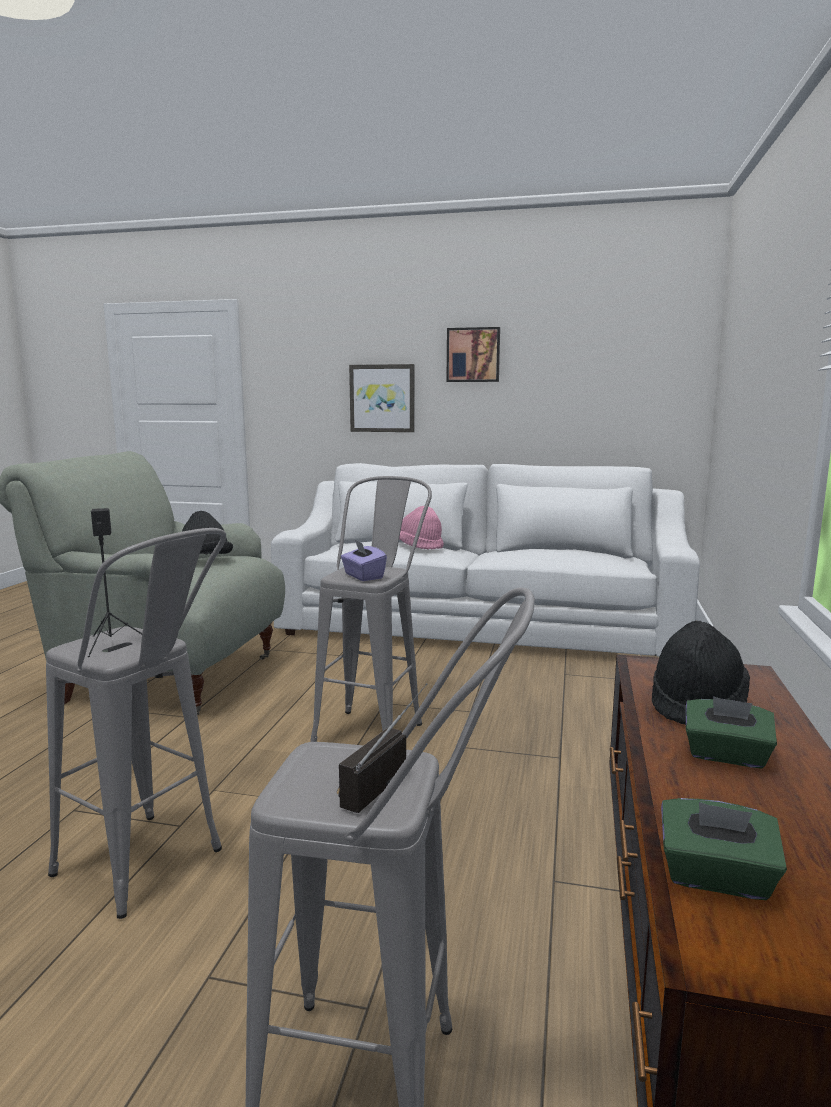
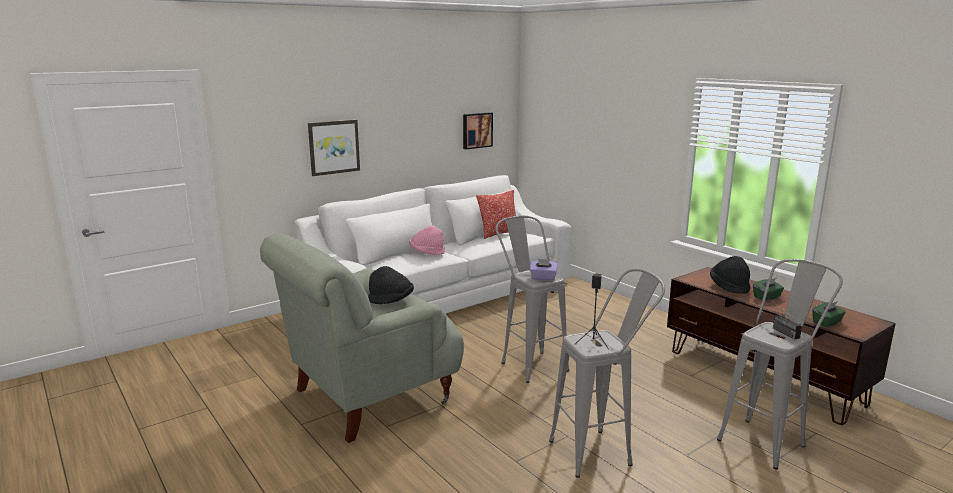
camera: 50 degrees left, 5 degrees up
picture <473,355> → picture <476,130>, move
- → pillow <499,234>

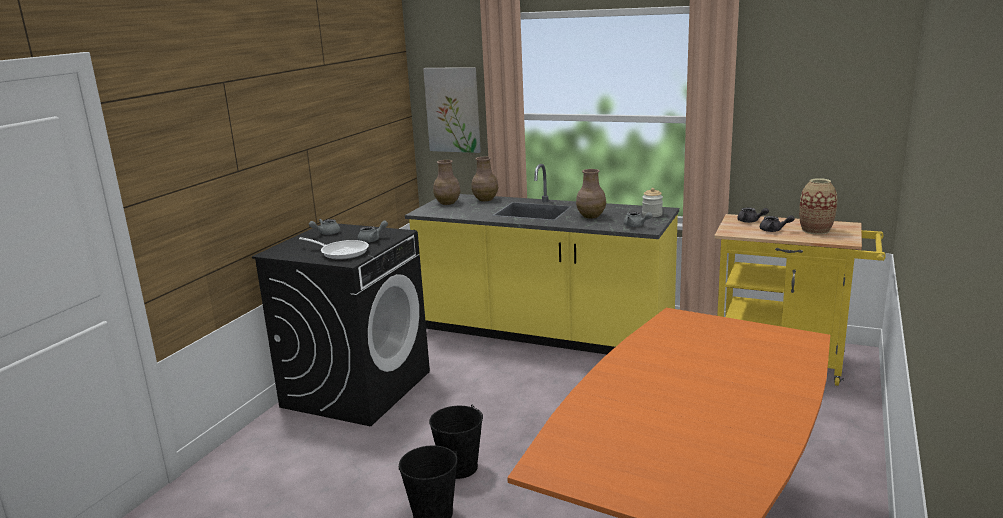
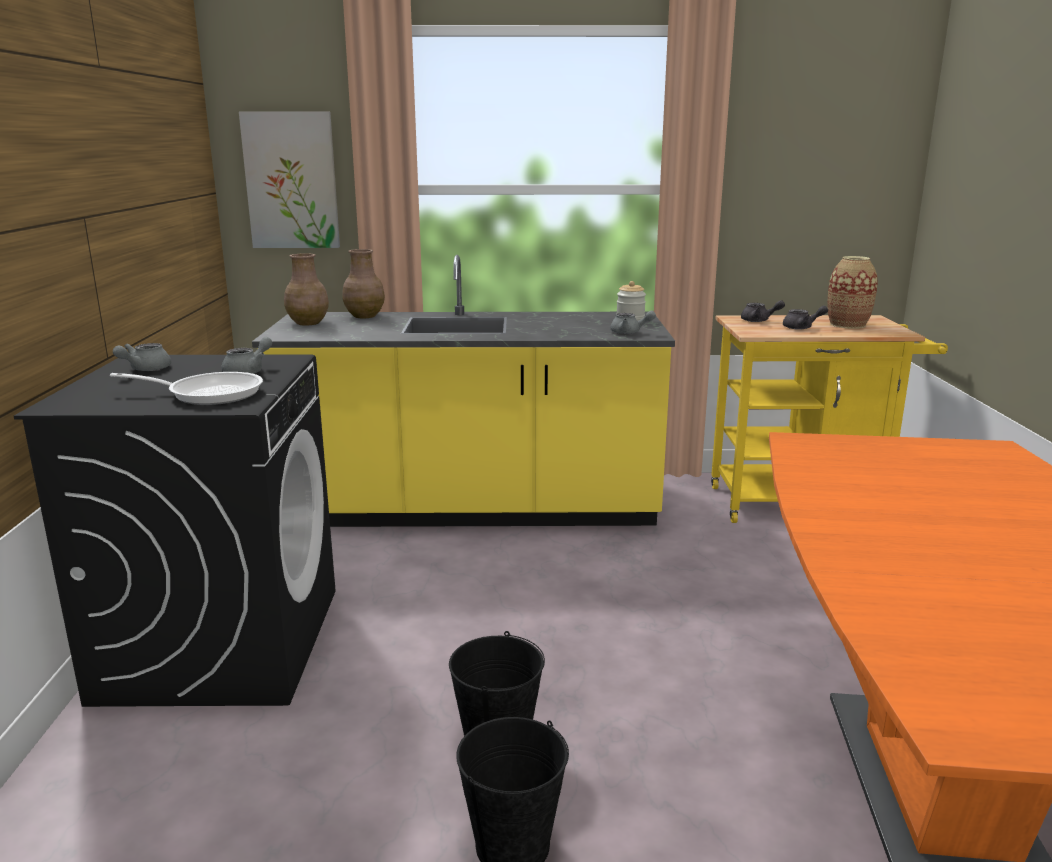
camera: 25 degrees left, 0 degrees up
vase/brown <590,216> → -

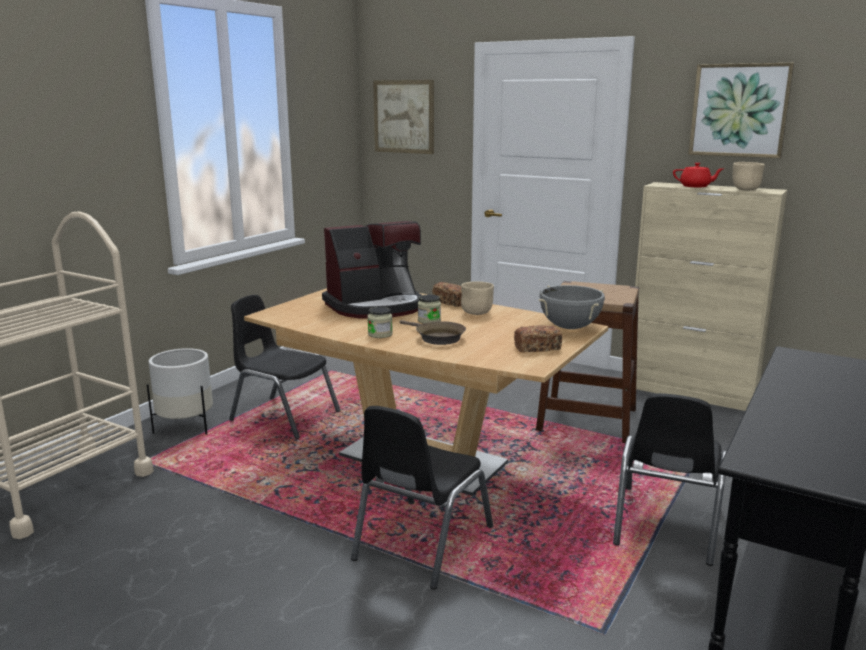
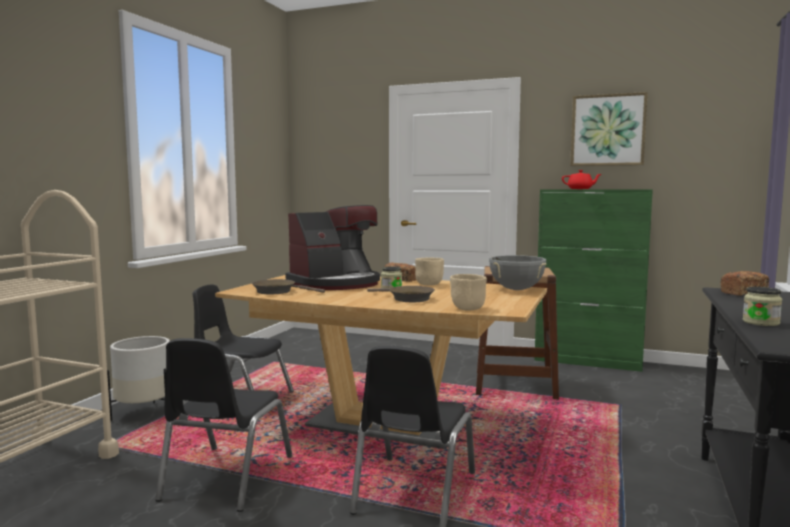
camera: 10 degrees left, 10 degrees down
chair/black <666,525> → chair/black <226,478>, move
- → frying pan/brown <278,291>
bowl/beige <745,189> → bowl/beige <467,309>, move
cabinet/beige <691,393> → cabinet/green <588,361>
bread <537,348> → bread <743,293>, move
jar <380,334> → jar <761,322>, move
picture <404,116> → -

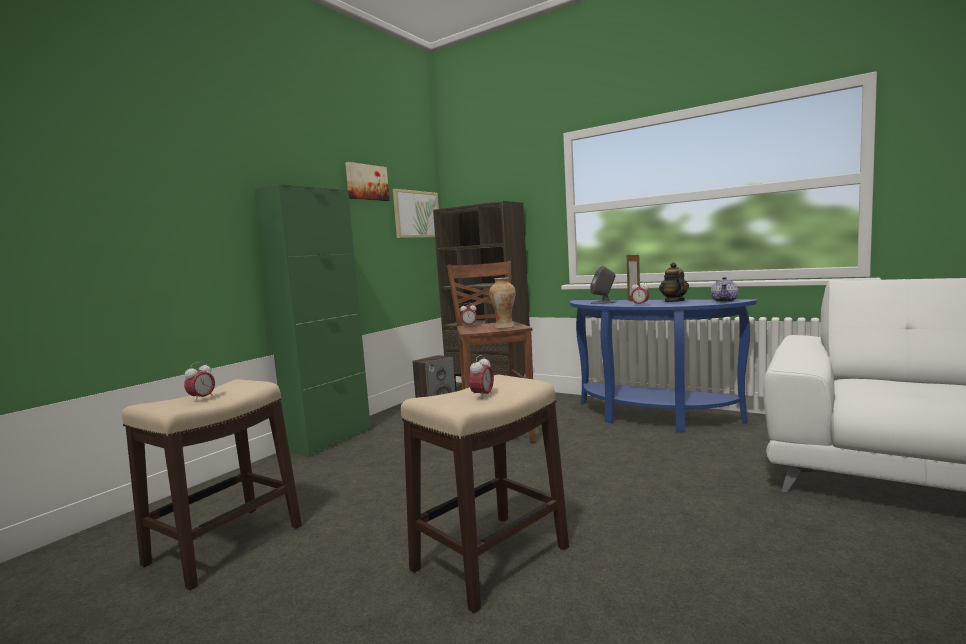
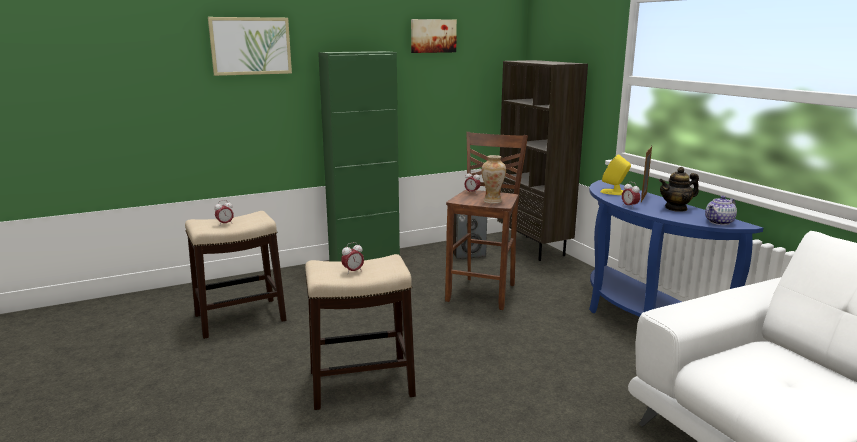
camera: 30 degrees right, 10 degrees up
picture <416,214> → picture <250,46>, move
speaker/grey <603,302> → speaker/yellow <614,192>
teapot <674,301> → teapot <676,208>, 135 degrees counterclockwise

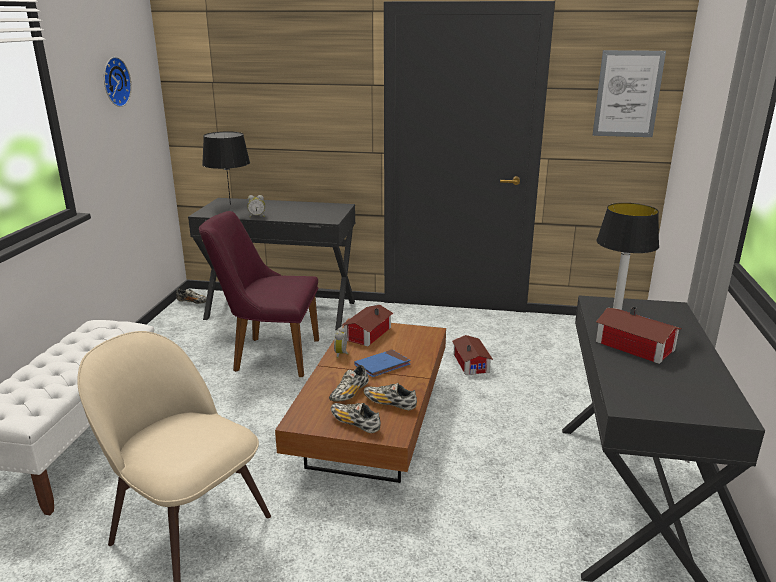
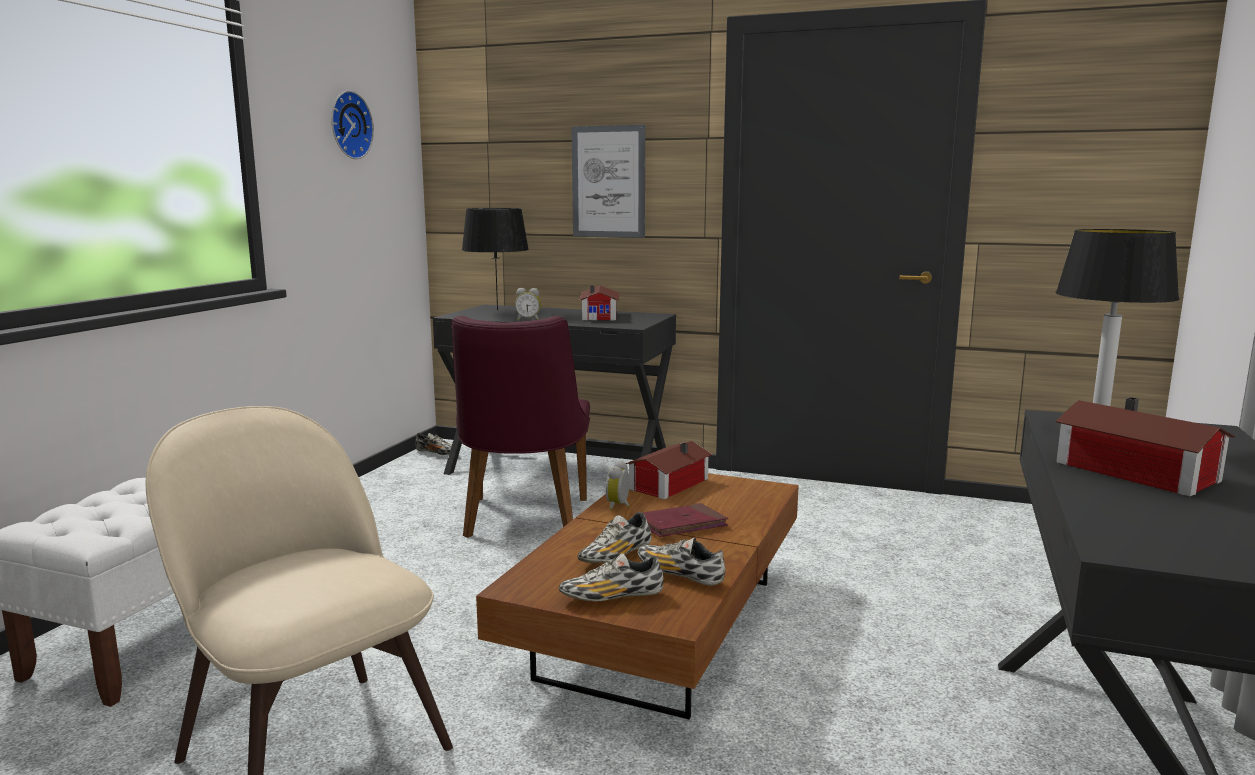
camera: 10 degrees right, 10 degrees down
chair/purple <268,355> → chair/purple <523,522>, 105 degrees counterclockwise
shoe <354,423> → shoe <612,598>, 60 degrees counterclockwise
picture <627,94> → picture <608,182>, move
toy house <471,362> → toy house <601,315>, move
book/blue <382,365> → book/red <681,524>

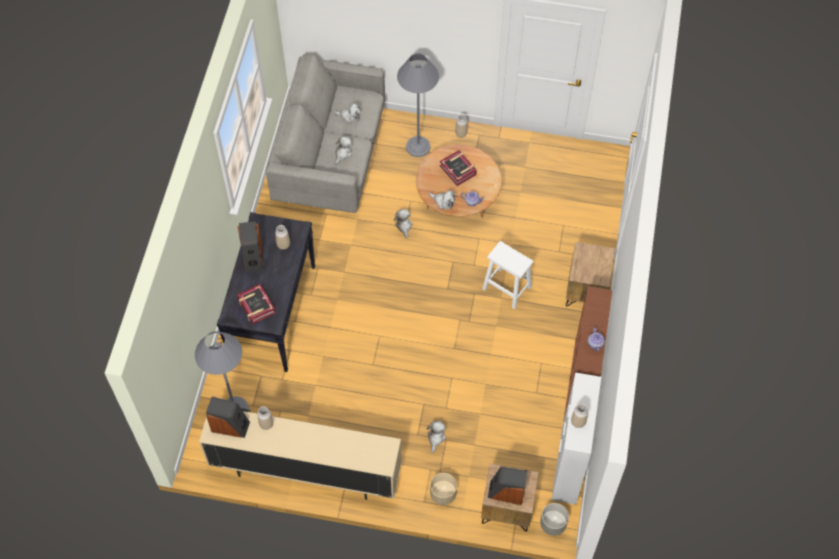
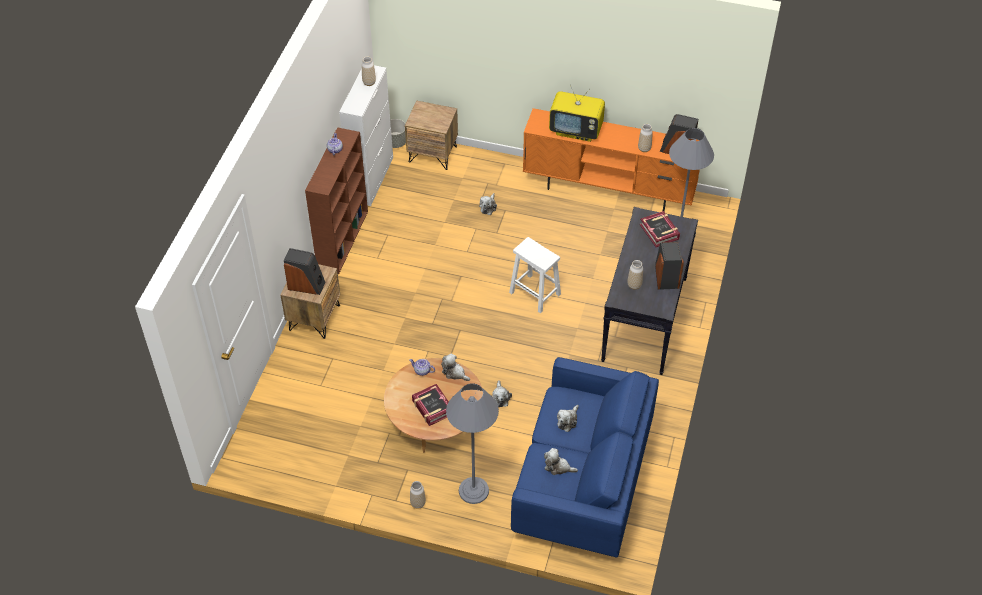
camera: 175 degrees left, 10 degrees down
speaker <506,492> → speaker <306,285>, move
stool/white <506,288> → stool/white <535,294>, move
sofa/grey <331,158> → sofa/blue <582,483>
tv stand/beige <305,471> → tv stand/orange <609,190>
- → television <576,130>
planter/beige <442,494> → -

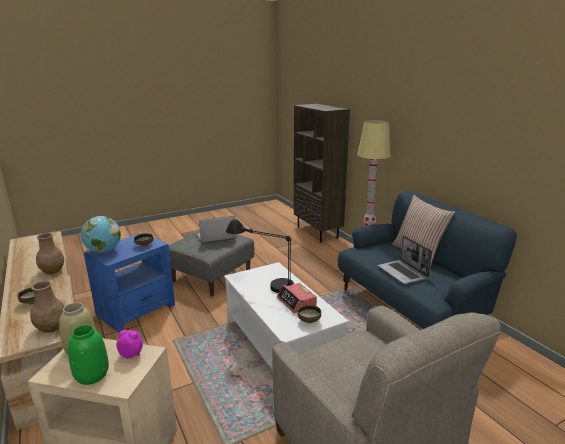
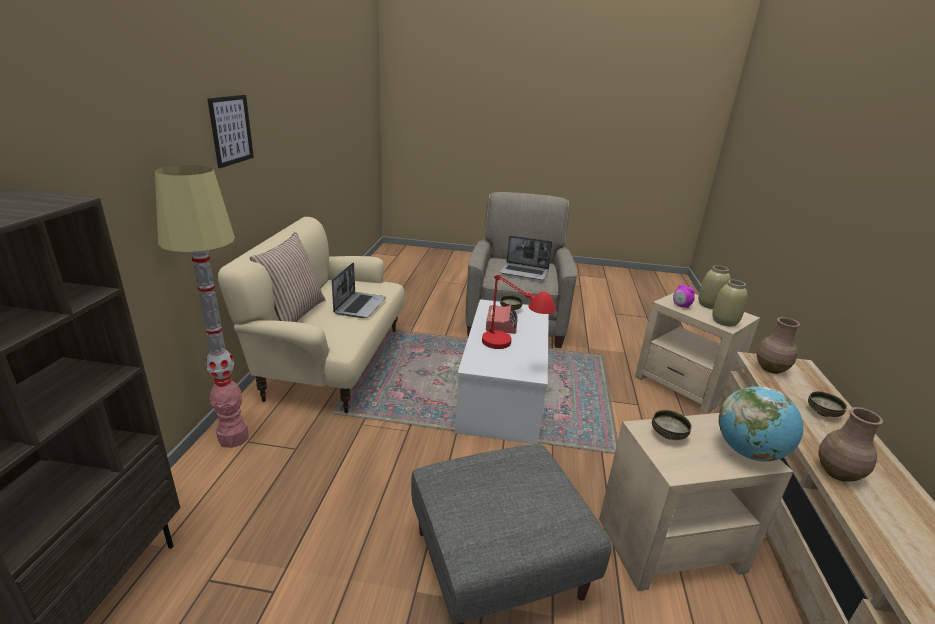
camera: 145 degrees left, 5 degrees up
- → picture <231,130>
sofa/blue <410,309> → sofa/beige <332,361>
table lamp/black <263,283> → table lamp/red <511,354>
laptop <216,237> → laptop <525,272>, move
side table/blue <136,309> → side table/beige <668,544>
vase/green <91,375> → vase/beige <710,305>

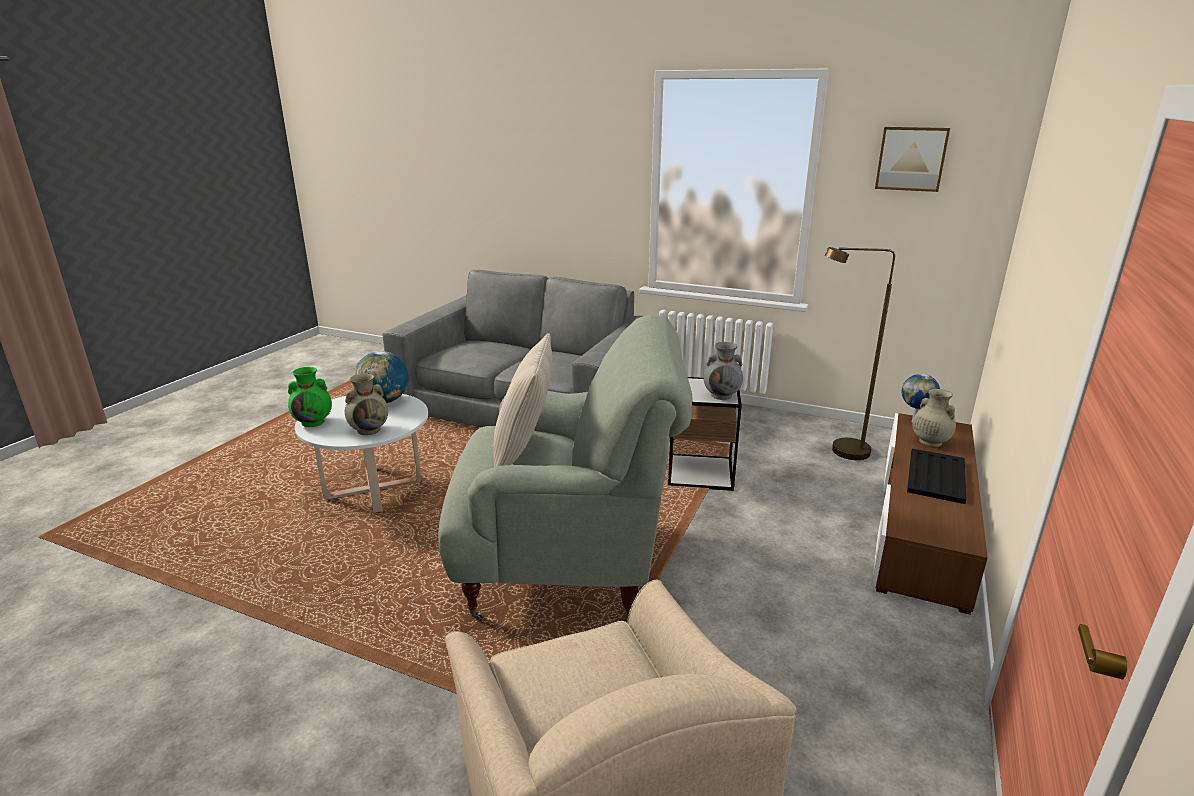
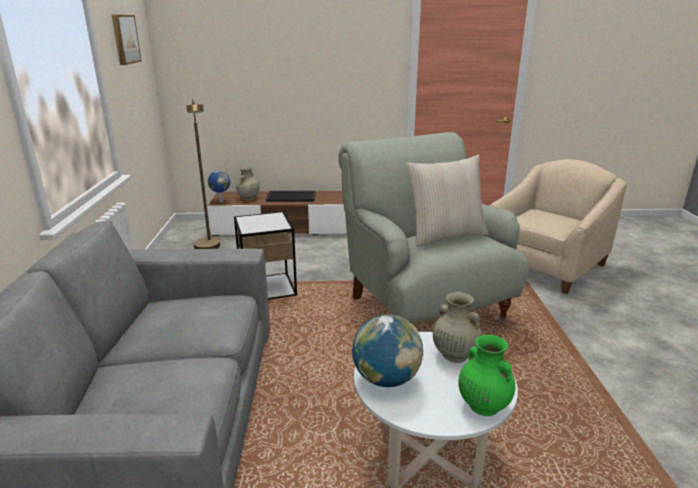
camera: 115 degrees left, 0 degrees up
vase/grey <722,395> → -

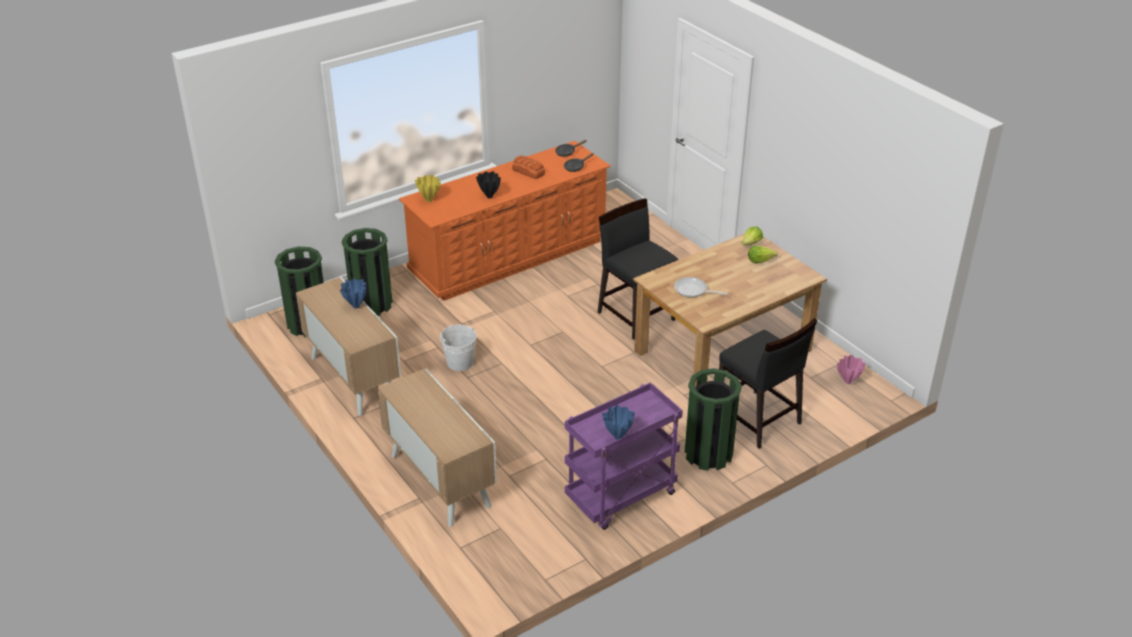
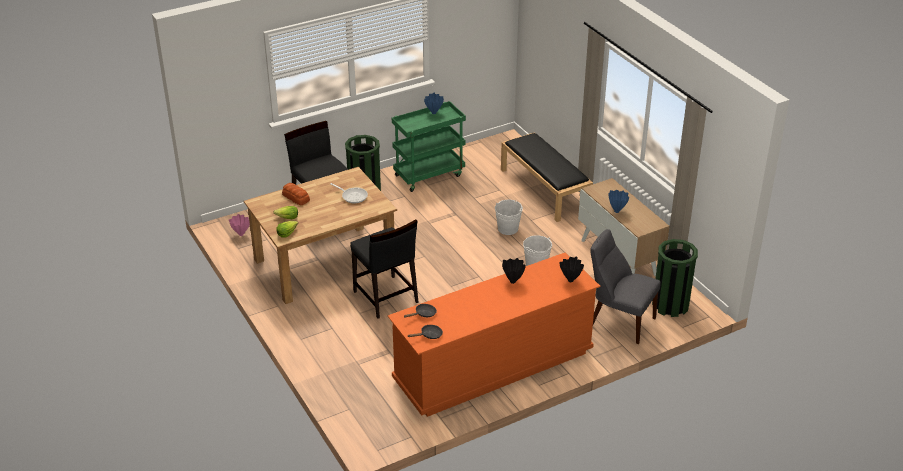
camera: 175 degrees left, 0 degrees up
bread <528,171> → bread <296,197>, move
cart/purple <621,498> → cart/green <429,175>
- → bucket/white <508,229>
cabinet <439,480> → bench/black <545,190>
vase/yellow <429,200> → vase/black <570,281>
trash can/green <372,304> → chair/grey <619,321>

